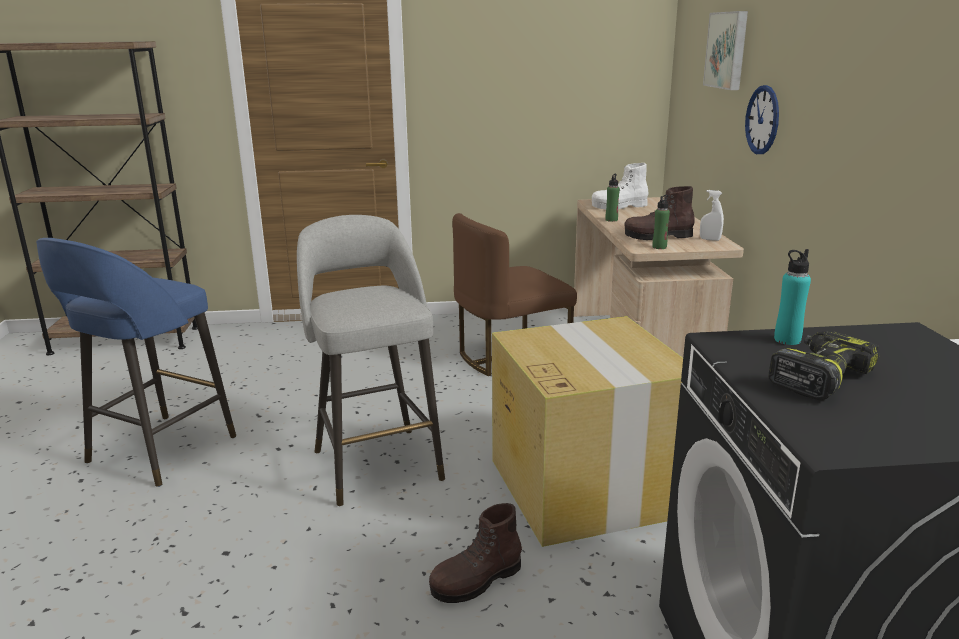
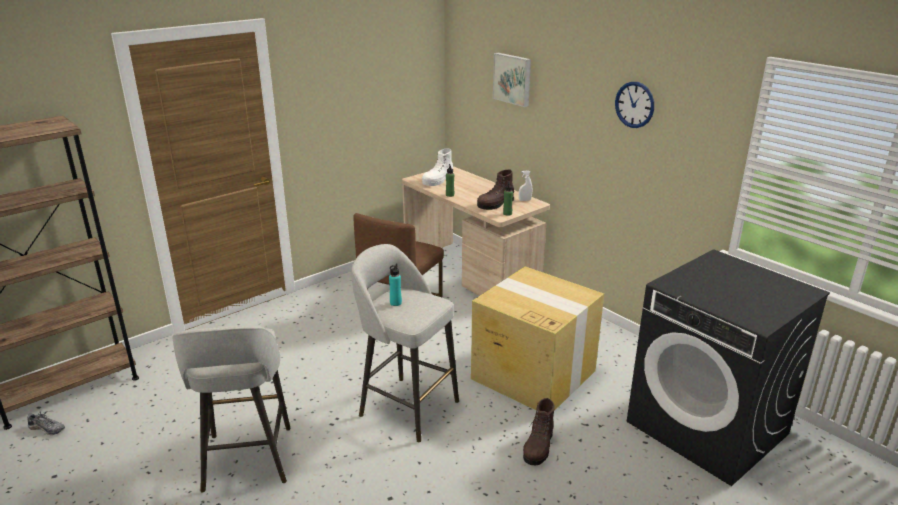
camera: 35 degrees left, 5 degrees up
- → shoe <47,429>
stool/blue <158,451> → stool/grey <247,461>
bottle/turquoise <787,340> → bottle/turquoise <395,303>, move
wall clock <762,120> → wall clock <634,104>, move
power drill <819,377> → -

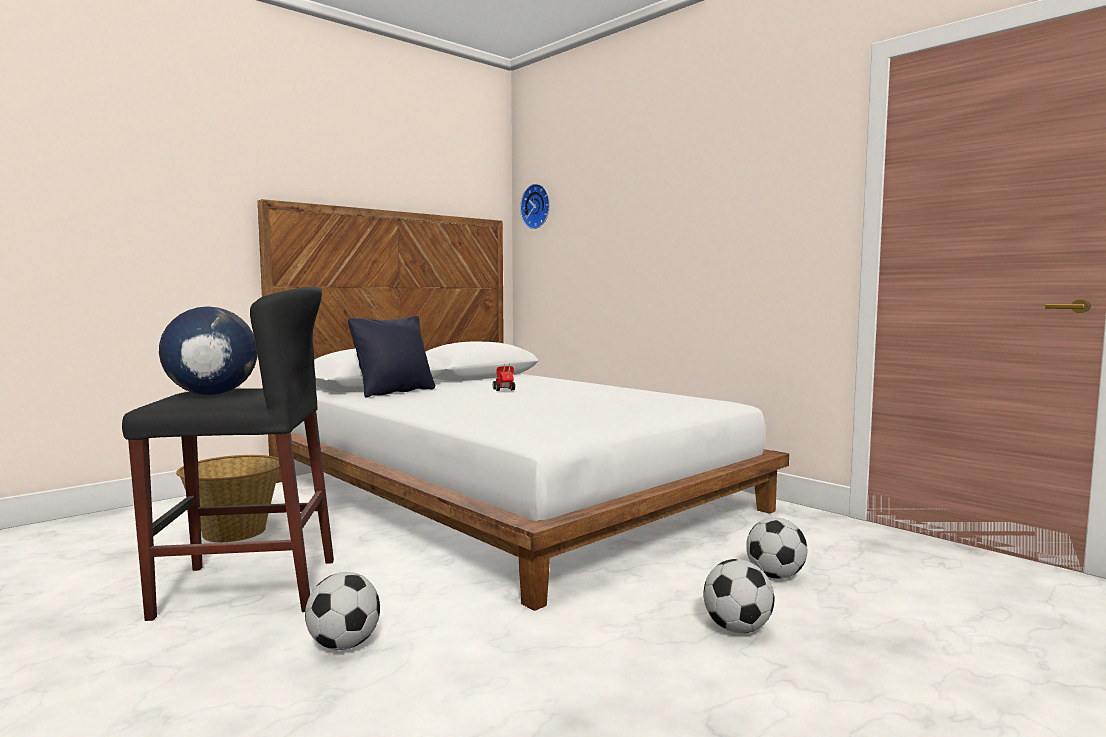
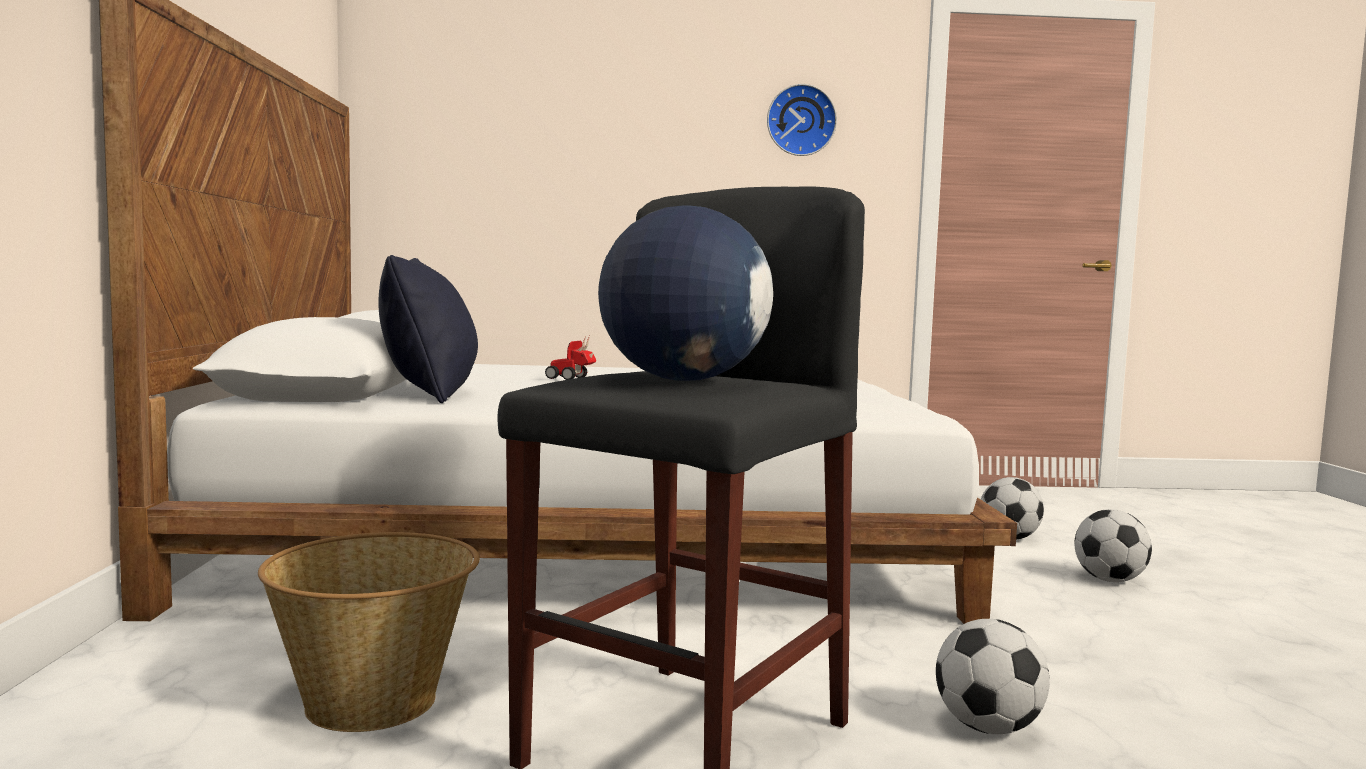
camera: 50 degrees left, 0 degrees up
wall clock <537,206> → wall clock <800,121>, move

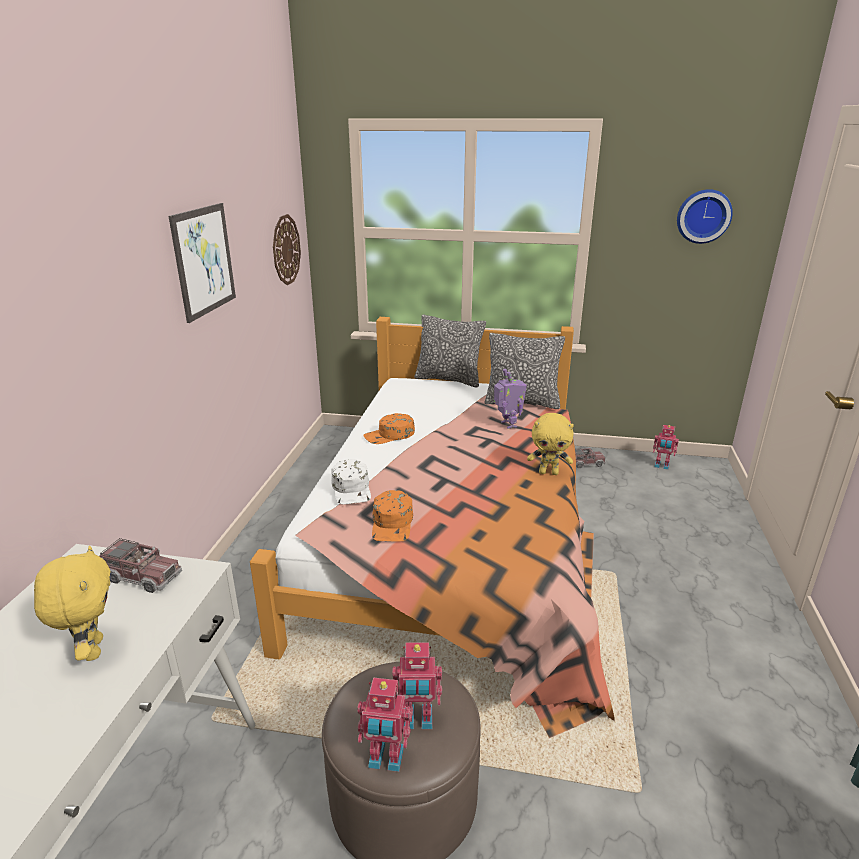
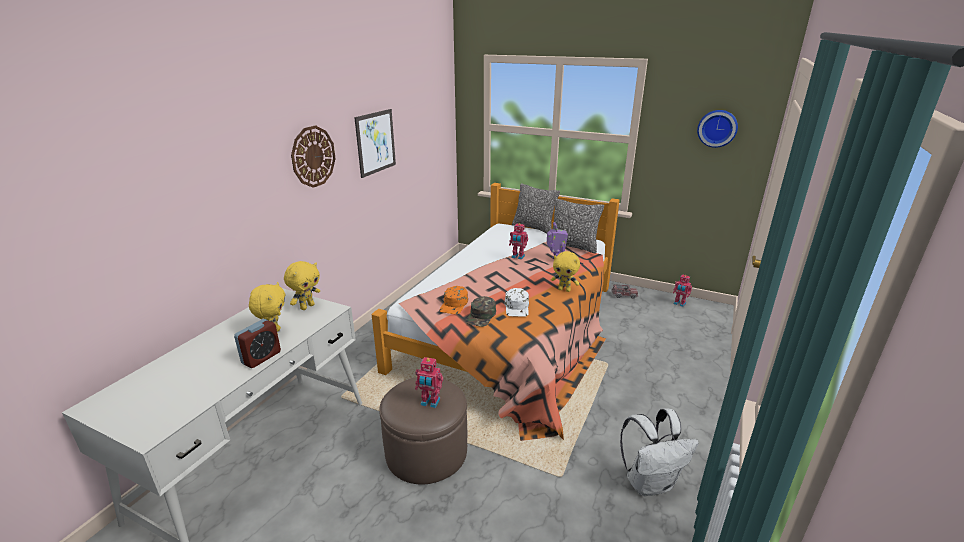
camera: 15 degrees right, 0 degrees up
- → alarm clock <261,357>
toy truck <142,576> → plush toy/yellow <307,306>
wall clock <286,250> → wall clock <313,156>, move
- → cap/green <481,316>
cap/white <352,489> → cap/white <517,307>, move
toy robot <385,759> → toy robot <517,257>, move
- → backpack/white <650,482>
cap/orange <389,435> → -

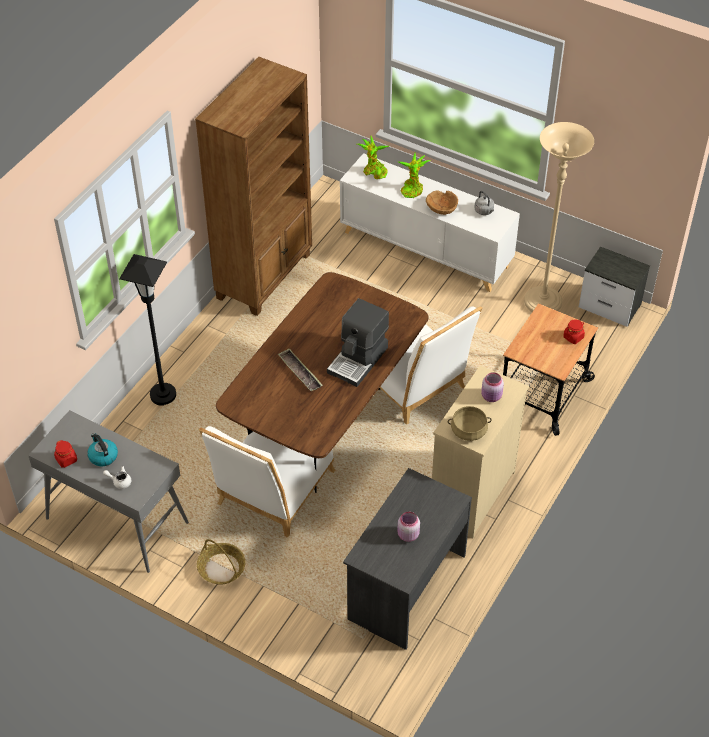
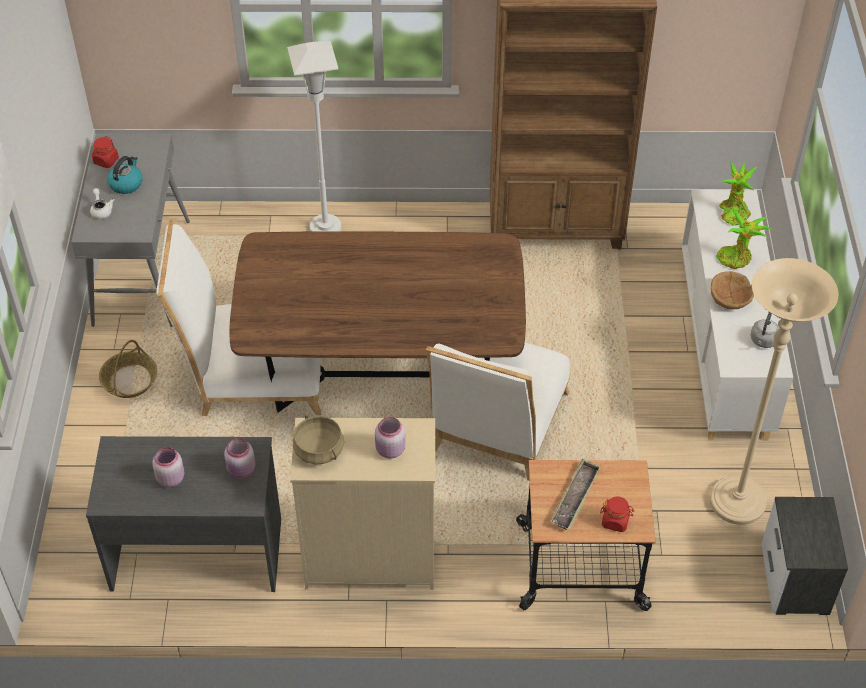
camera: 60 degrees right, 0 degrees up
- → jar/pink <241,470>
floor lamp/black <163,395> → floor lamp/white <325,228>
tray <300,372> → tray <575,497>, move
coffee machine <358,360> → -

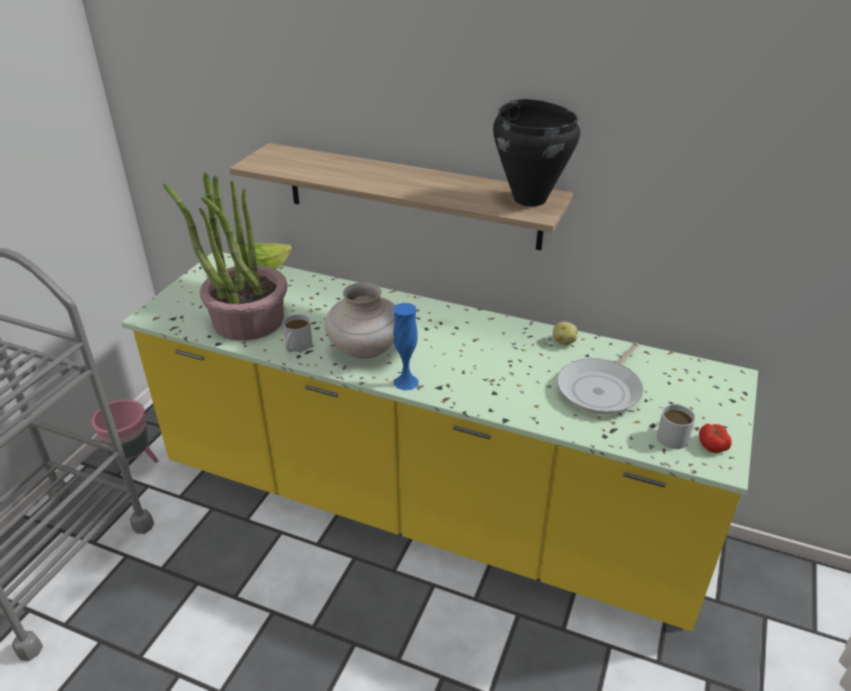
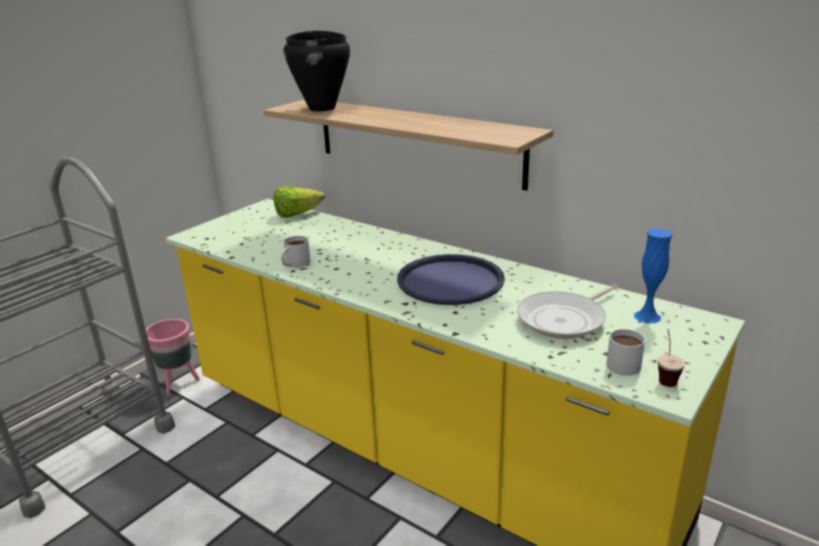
camera: 15 degrees right, 10 degrees down
cooking pot/black <530,199> → cooking pot/black <322,108>, move
- → tray/blue <450,281>
vase/blue <406,382> → vase/blue <647,316>, move
tomato <712,445> → cup <666,376>
potted plant <247,320> → -
vase/beige <364,350> → -
potato <564,341> → -

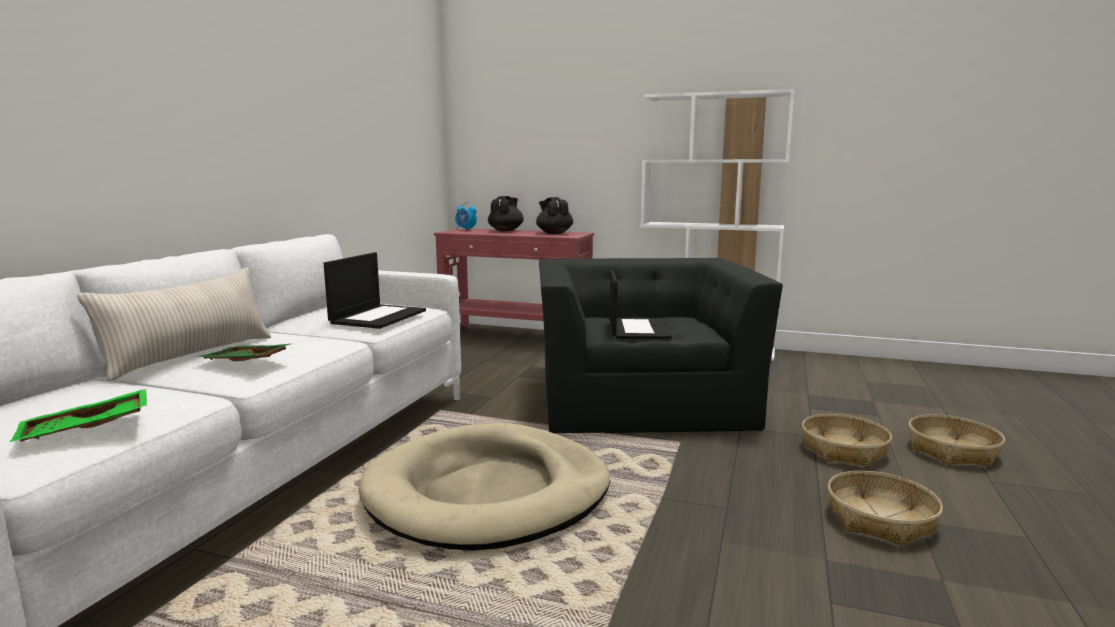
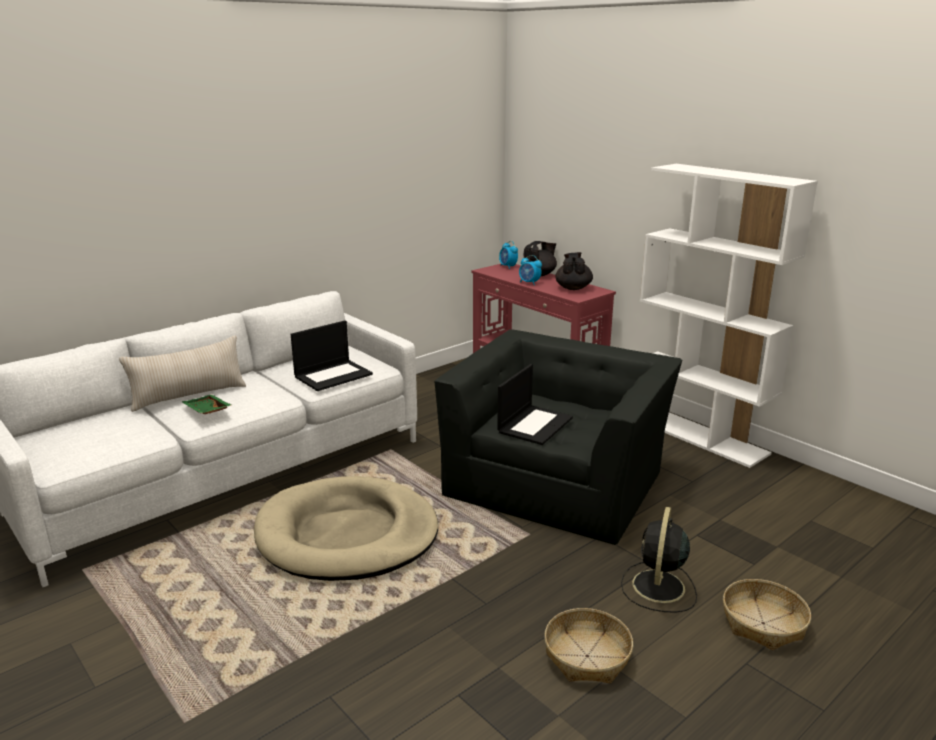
camera: 30 degrees right, 10 degrees up
- → alarm clock <529,283>
basket <844,450> → fan/black <658,588>
tray/green <86,430> → -

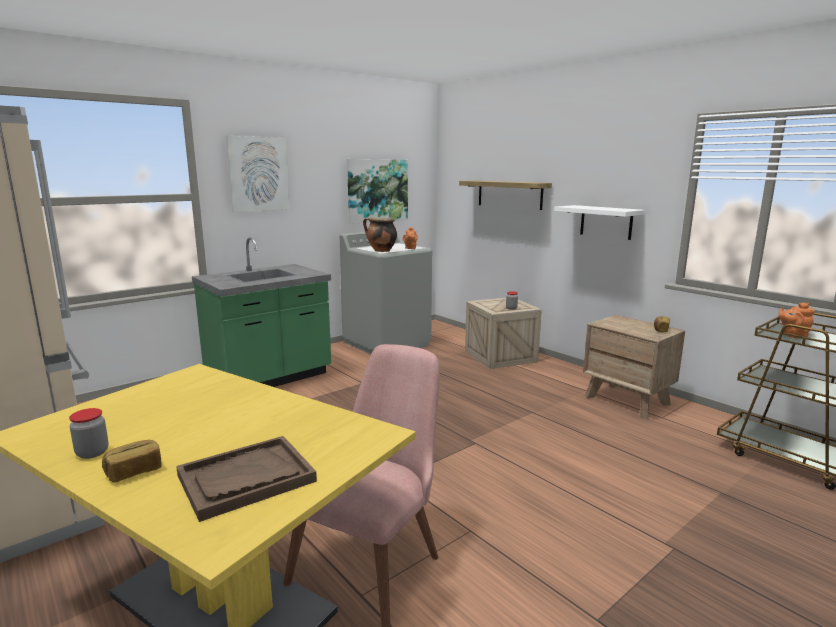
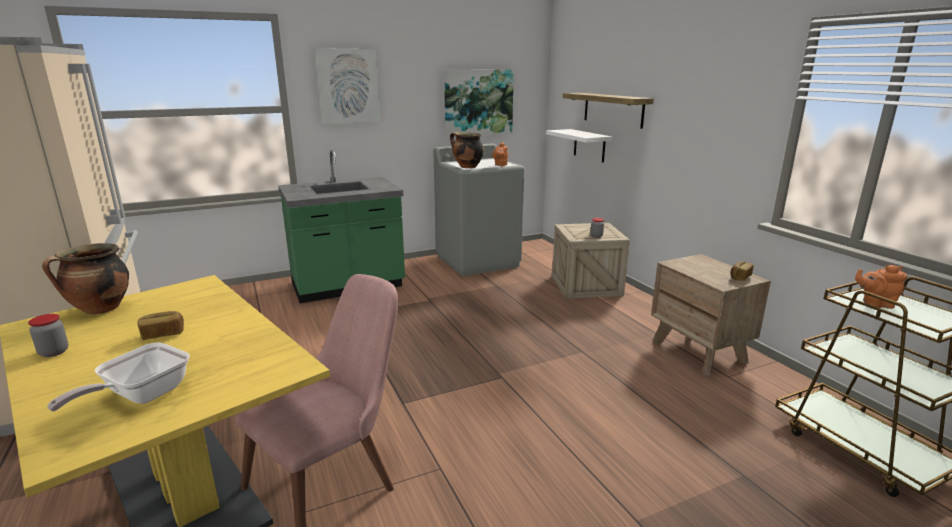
camera: 15 degrees right, 5 degrees up
- → cooking pot <100,310>
tray/brown <246,479> → frying pan <140,396>
bread <134,471> → bread <163,334>, move
shelf/white <606,222> → shelf/white <589,145>, move

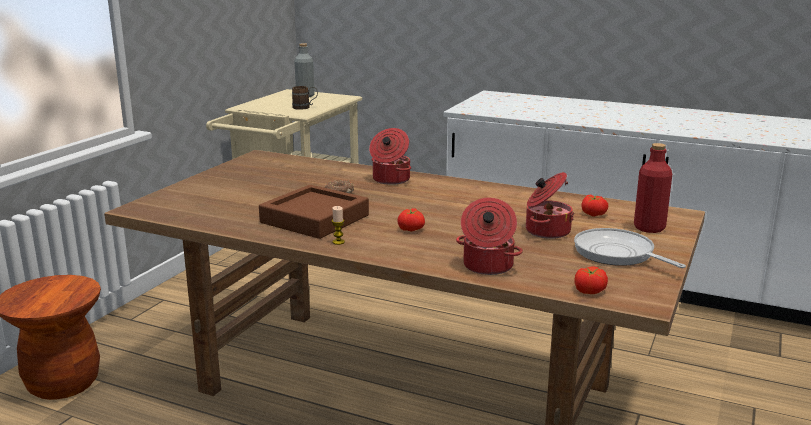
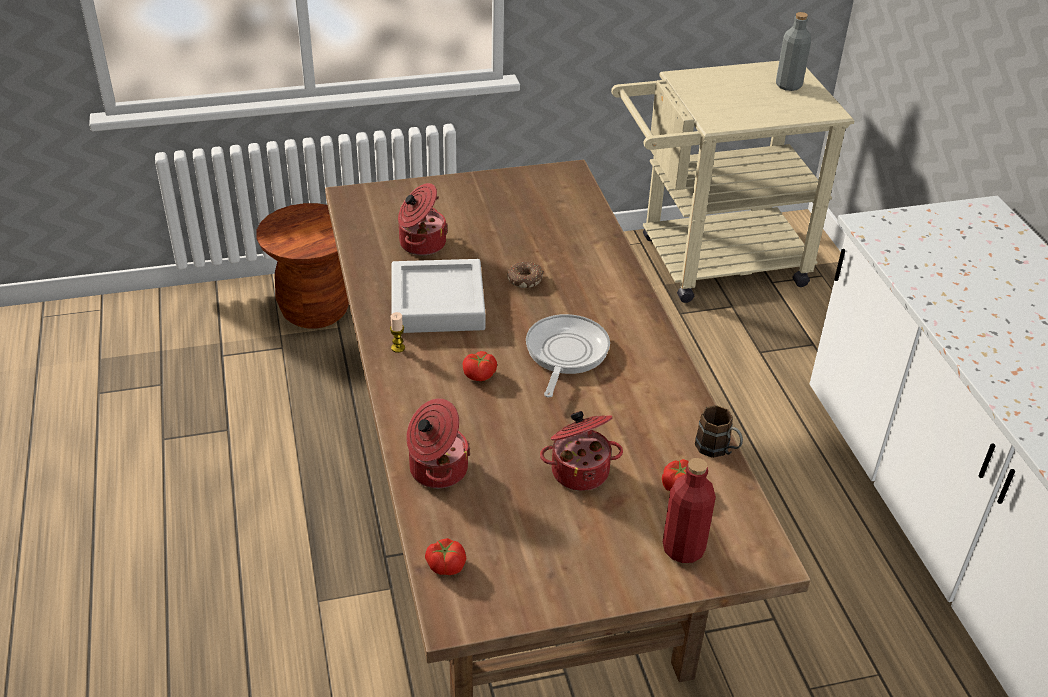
camera: 50 degrees right, 20 degrees up
tray/brown <315,219> → tray/grey <437,304>
cooking pot <390,180> → cooking pot <421,243>, move
frying pan <617,254> → frying pan <565,353>, move
mug/brown <305,107> → mug/brown <718,450>, move

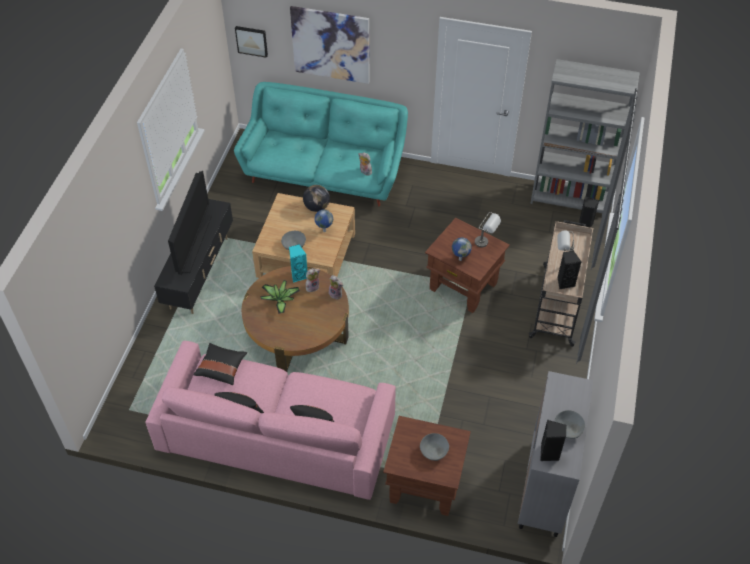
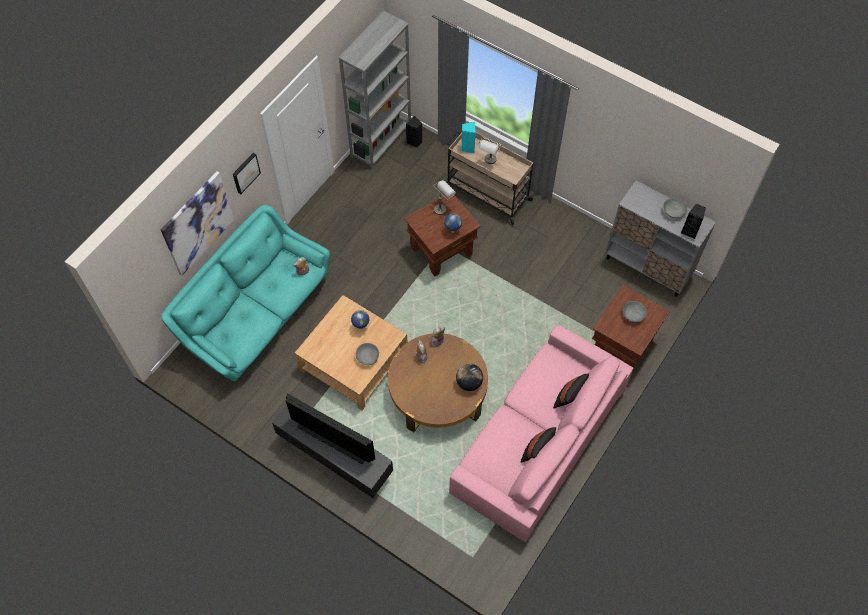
camera: 70 degrees left, 10 degrees up
picture <252,40> → picture <245,172>, move
globe <317,207> → globe <469,383>, move
speaker/turquoise <298,275> → speaker/turquoise <468,147>, move
pillow/black <221,368> → -
potted plant <280,300> → -
speaker/black <565,282> → -

